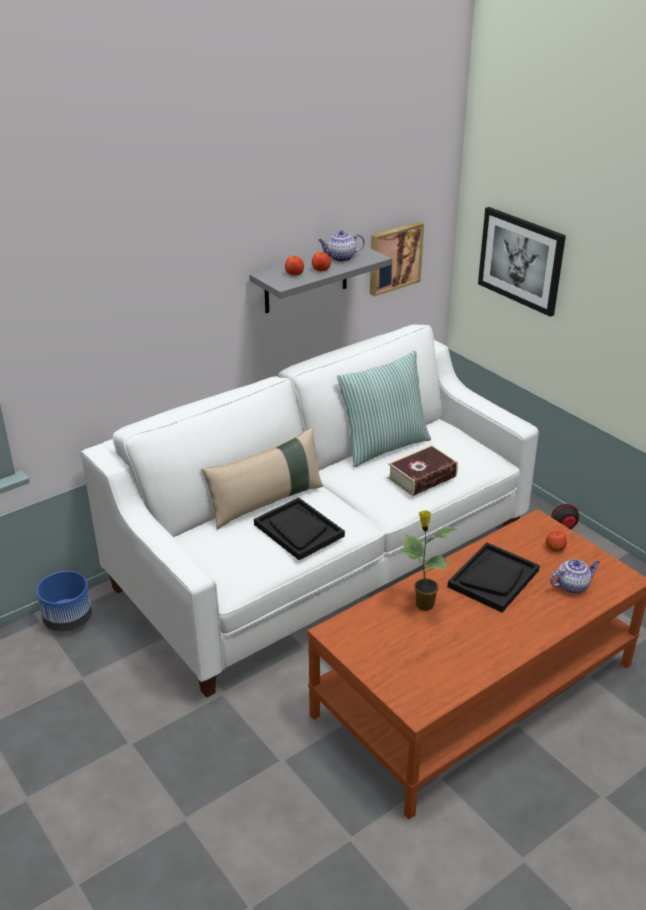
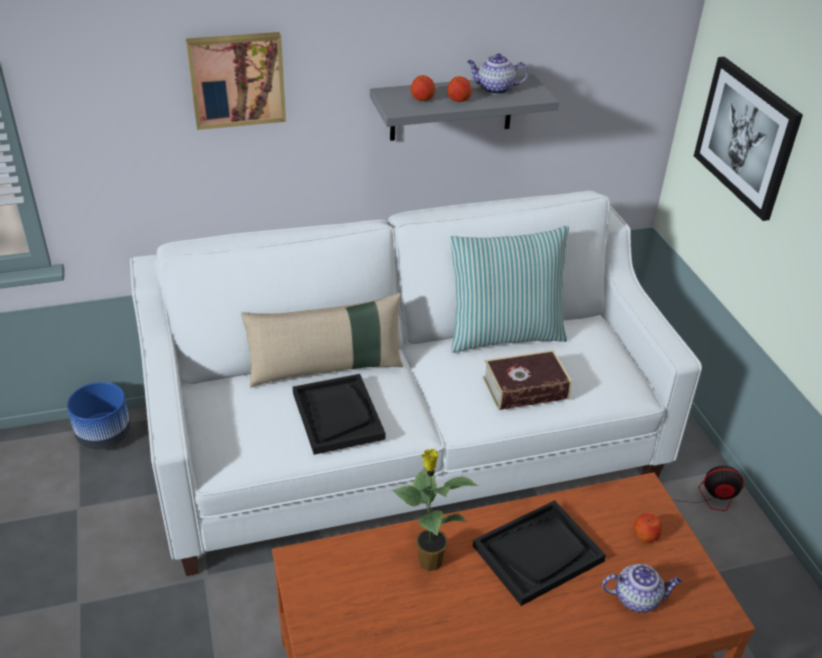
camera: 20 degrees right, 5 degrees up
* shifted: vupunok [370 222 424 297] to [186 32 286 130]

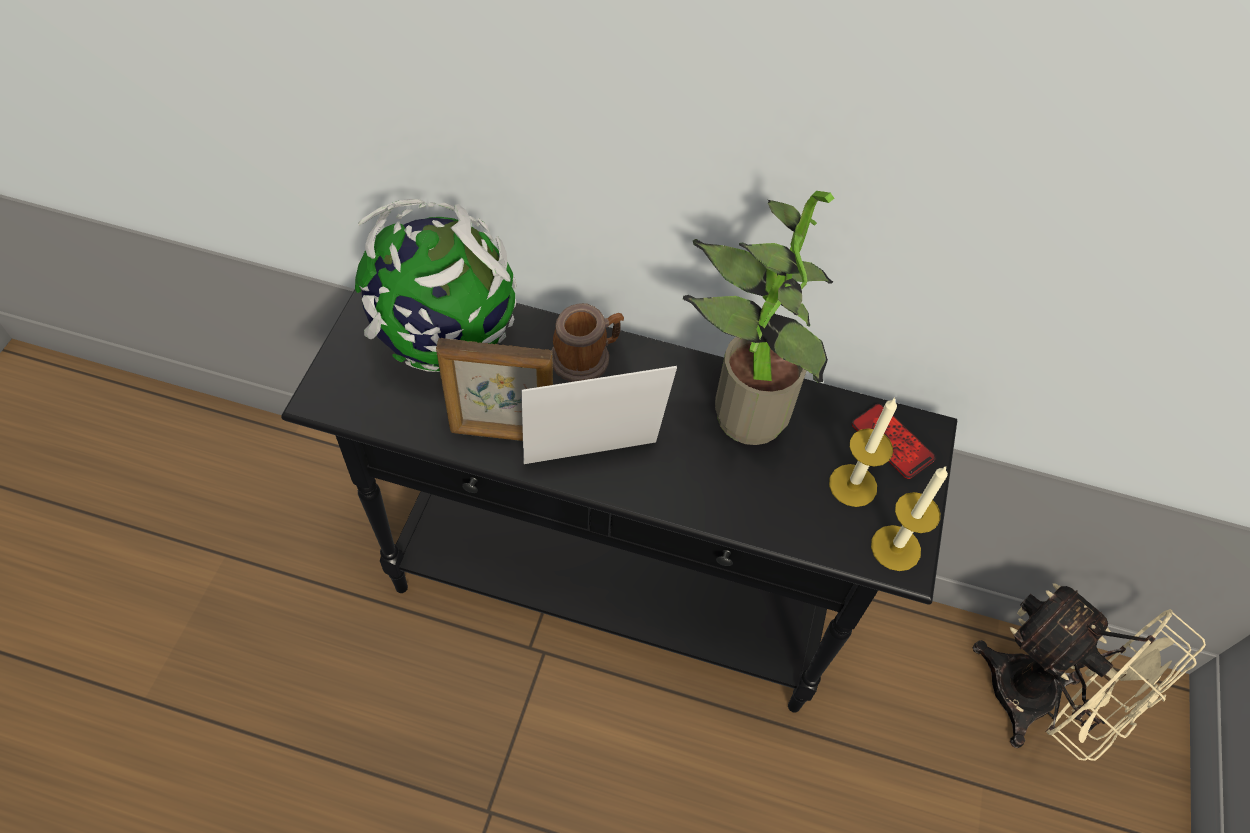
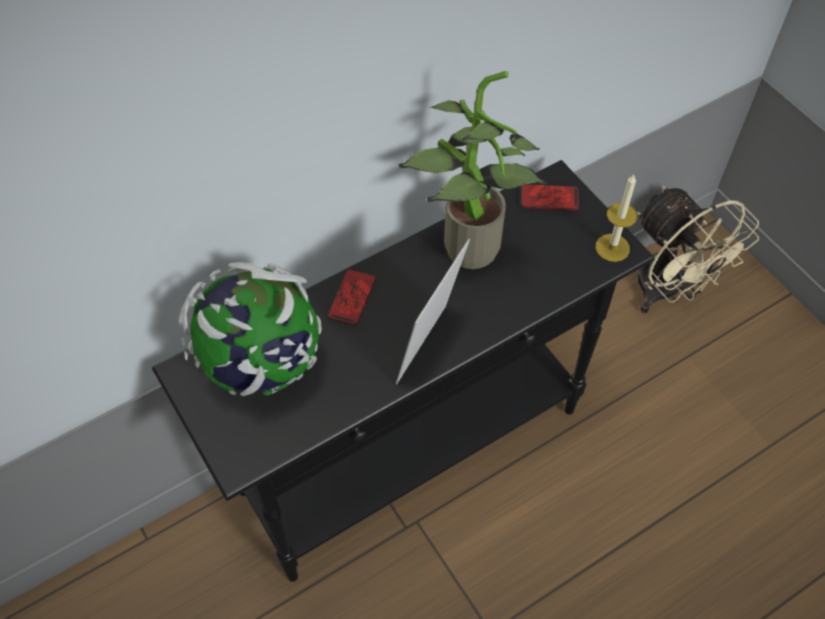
camera: 45 degrees left, 0 degrees up
* gone: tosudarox [436 338 553 441]
* gone: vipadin [829 397 897 507]
* swapped: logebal [551 303 624 382] to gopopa [328 269 376 326]
* rotated: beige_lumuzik [973 583 1206 761] = [637 186 759 314] 60 degrees clockwise

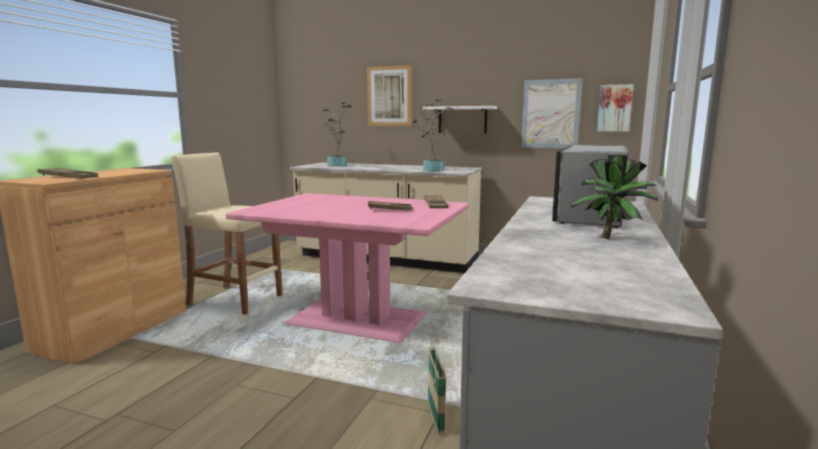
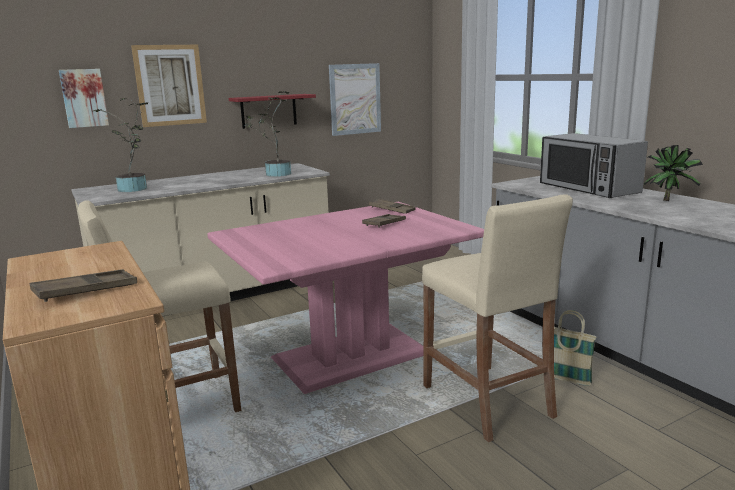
camera: 50 degrees left, 5 degrees up
* new: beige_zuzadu [422 194 573 442]
* shifted: vupunok [597 84 634 132] to [59 69 109 128]
* repainted: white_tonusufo [423 106 497 133] to red_tonusufo [229 94 316 129]

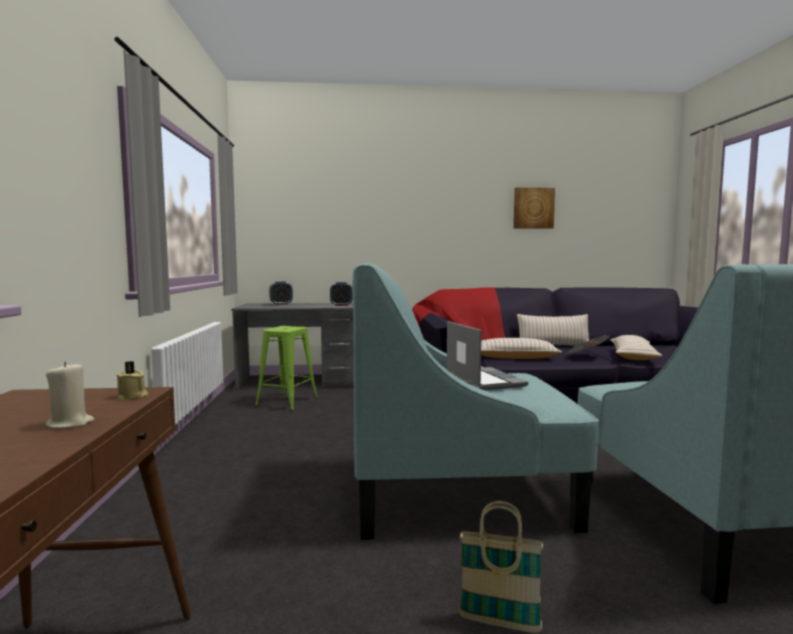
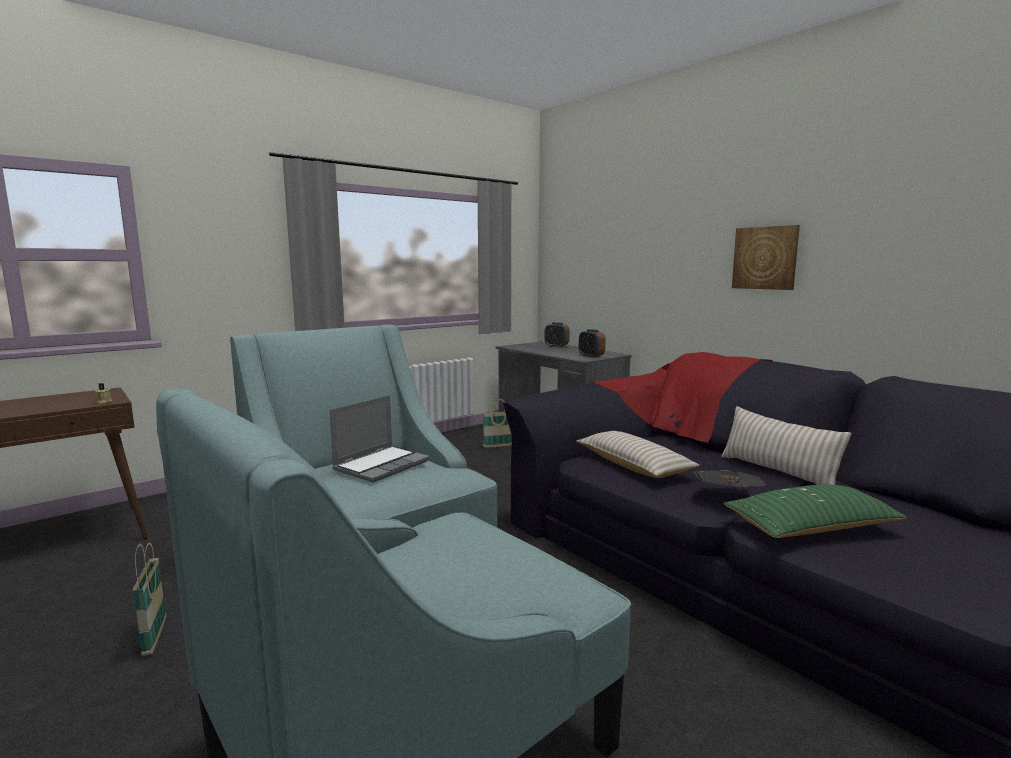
camera: 55 degrees right, 5 degrees up
* gone: beige_vipadin [46 362 95 429]
* shifted: vupunok [514 187 555 229] to [732 225 800 290]
* swapped: green_zuzadu [255 326 318 411] to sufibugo [482 398 512 448]
* repainted: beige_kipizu [610 335 662 360] to green_kipizu [723 484 907 538]

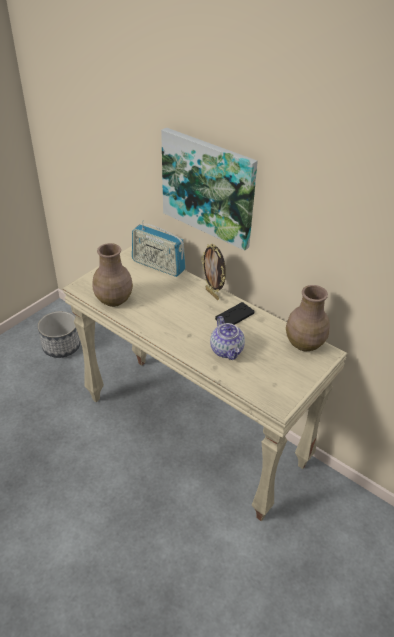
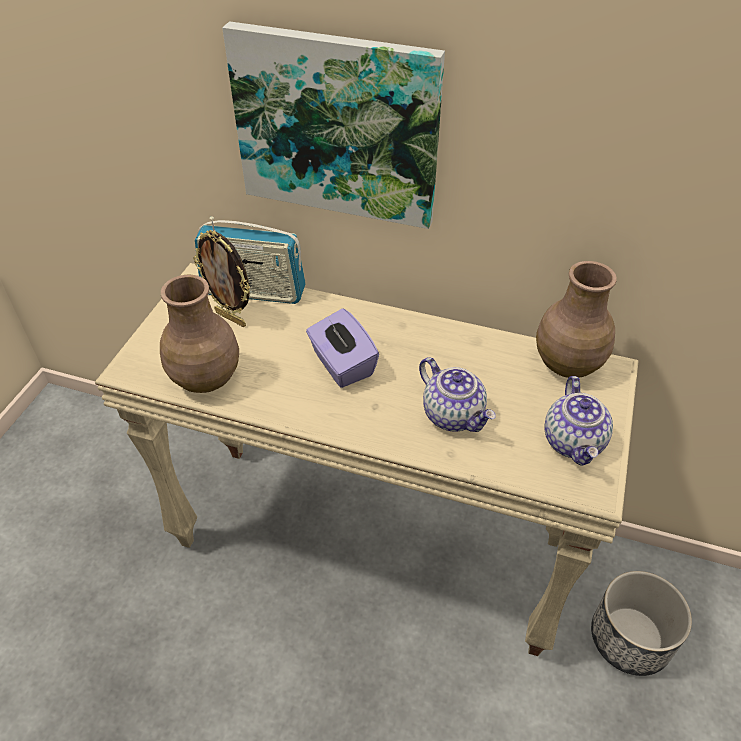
camera: 20 degrees left, 5 degrees up
* gone: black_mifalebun [215 302 254 325]
* new: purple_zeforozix [306 308 379 388]
* new: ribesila [544 376 613 466]
* shifted: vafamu [38 311 80 358] to [591 571 692 676]
* shifted: tosudarox [201 244 226 300] to [193 230 250 327]

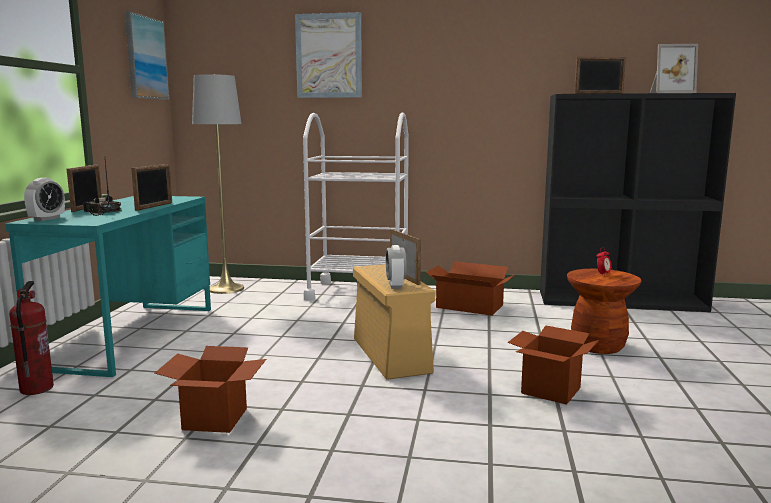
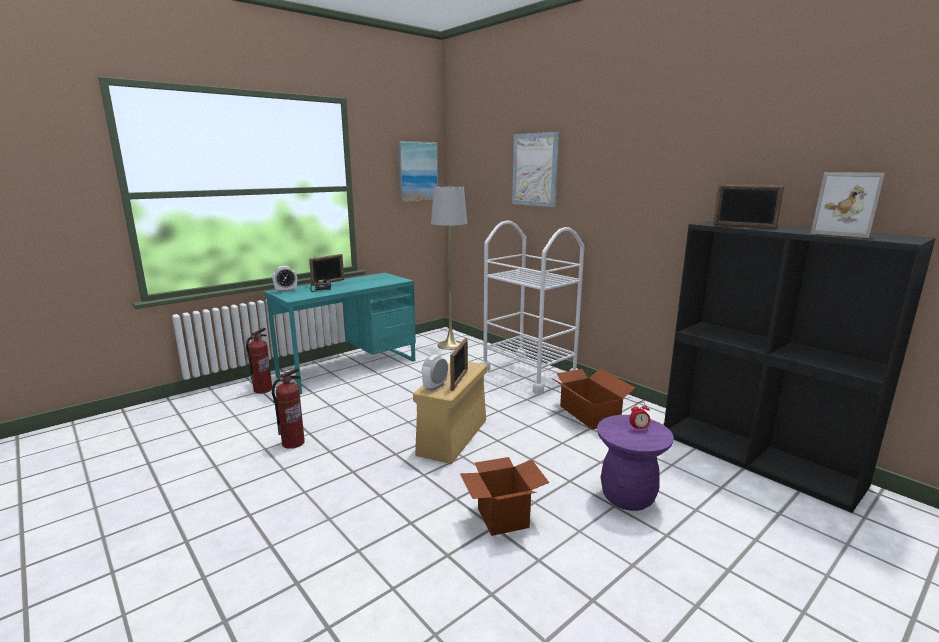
camera: 40 degrees right, 5 degrees up
* gone: tosudarox [131 164 172 211]
* swapped: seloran [154 346 266 433] to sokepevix [272 368 305 449]
* repainted: brown_zuzadu [567 269 641 354] to purple_zuzadu [597 415 674 511]

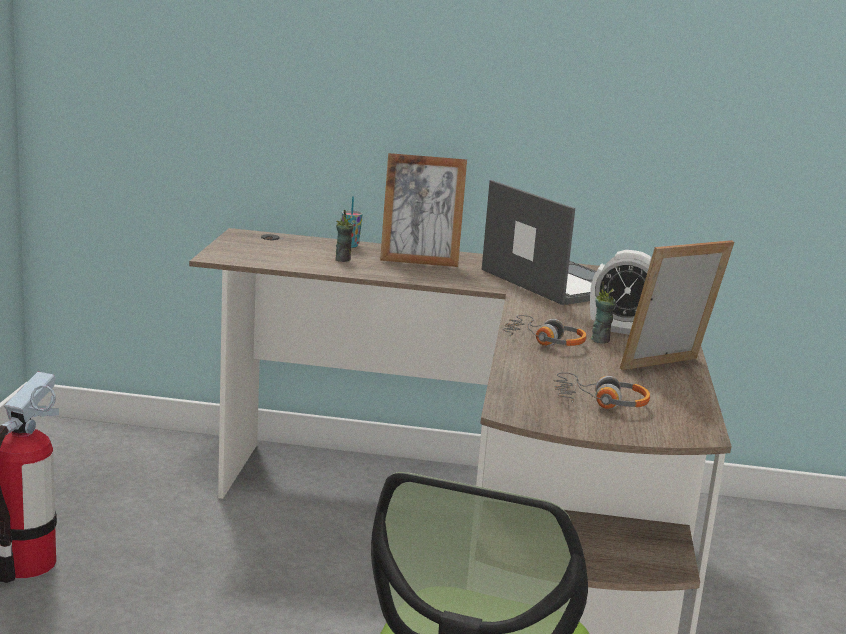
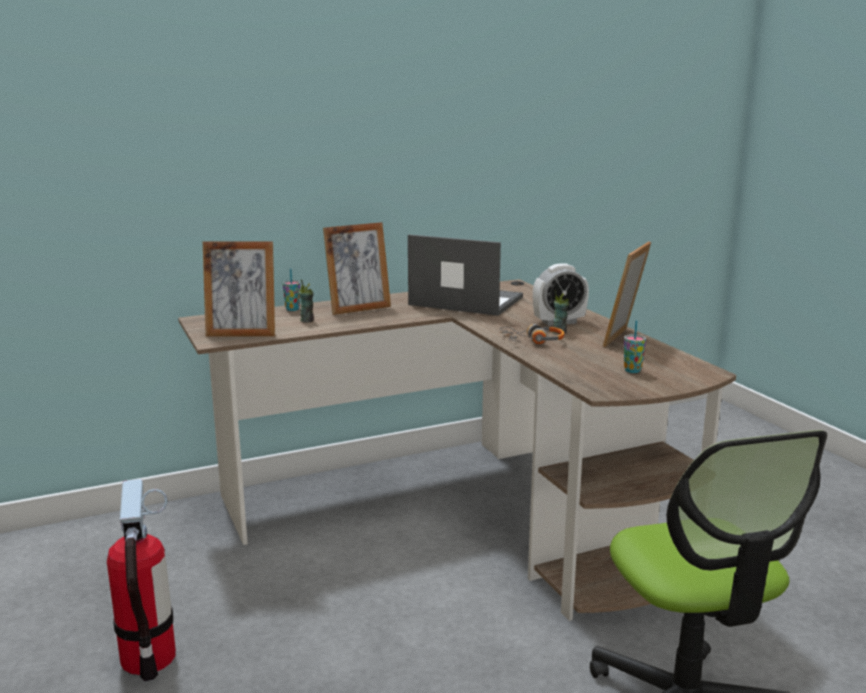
camera: 30 degrees left, 0 degrees up
* new: tosudarox [203 242 275 336]
* swapped: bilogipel [553 372 650 409] to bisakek [624 321 646 373]

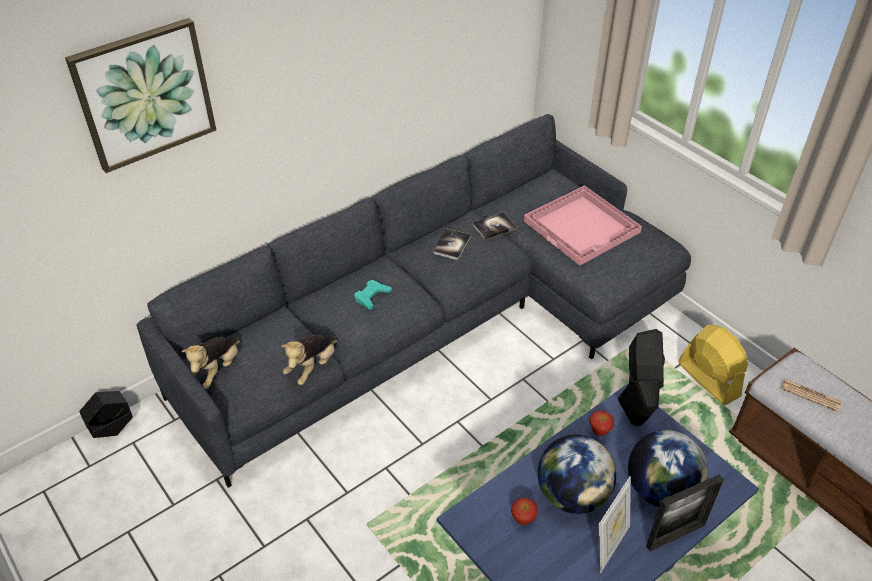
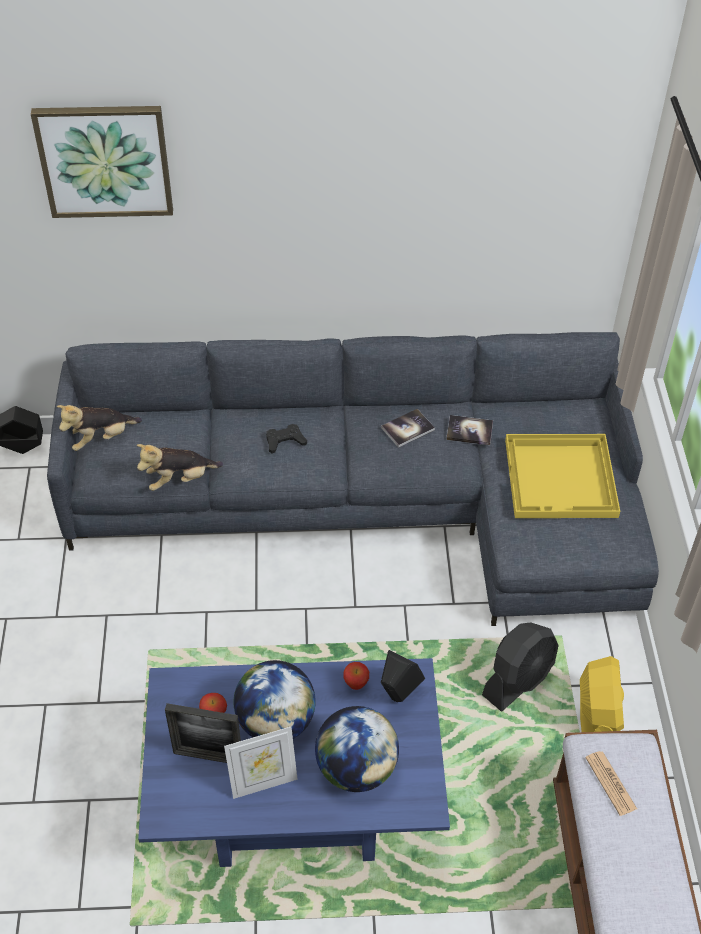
camera: 35 degrees right, 5 degrees up
* shifted: tosudarox [646 474 724 551] to [165 703 241 763]
* repainted: turquoise_mifalebun [354 280 392 309] to black_mifalebun [266 424 307 453]
* repainted: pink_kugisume [524 185 642 266] to yellow_kugisume [505 434 620 518]

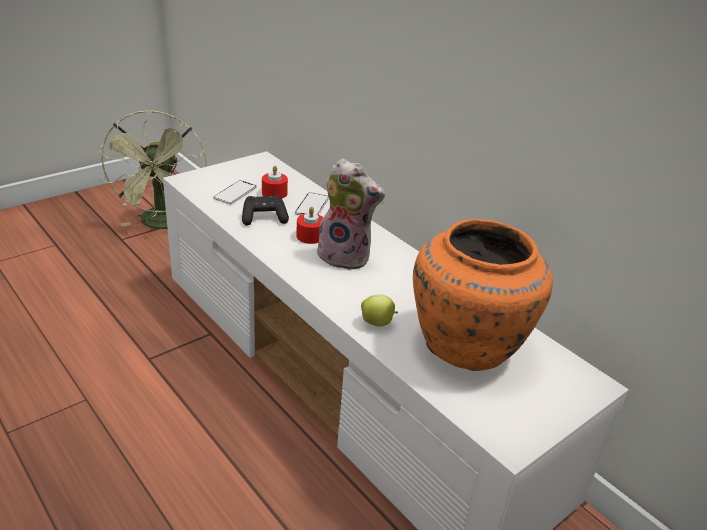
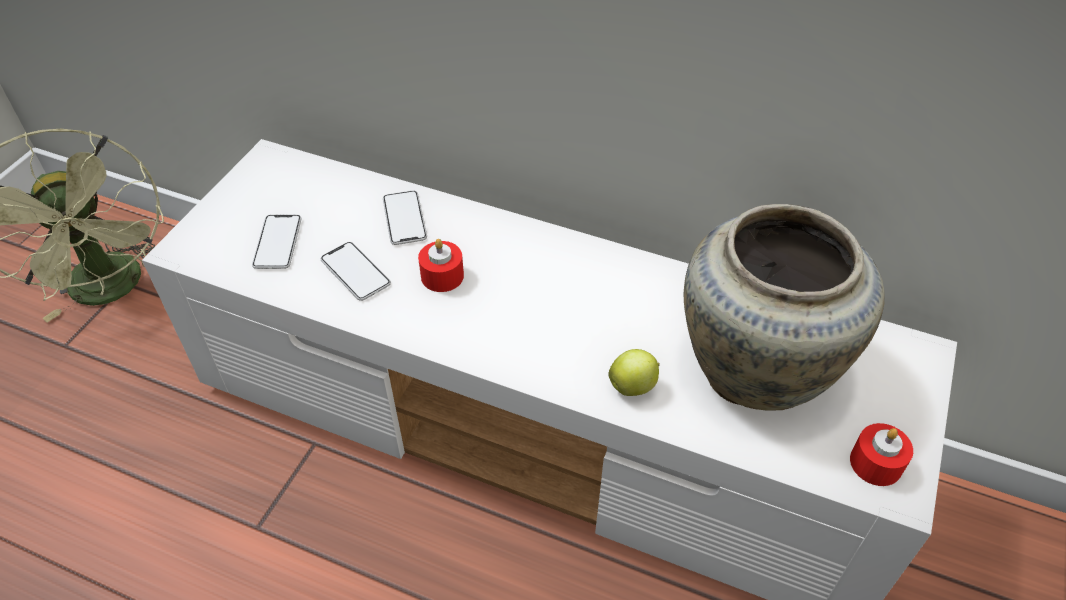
camera: 25 degrees left, 15 degrees up
* gone: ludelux [314 158 385 271]
* shifted: red_vipadin [262 166 288 198] to [850 423 913 486]
* swapped: black_mifalebun [242 195 289 226] to gopopa [321 242 391 301]
* repainted: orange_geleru [413 219 553 371] to beige_geleru [684 204 885 411]

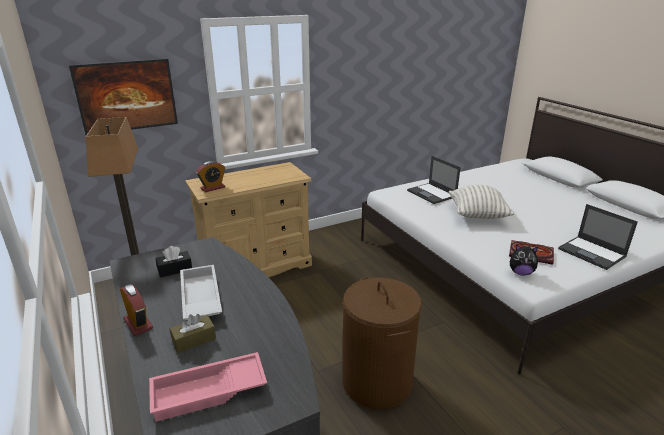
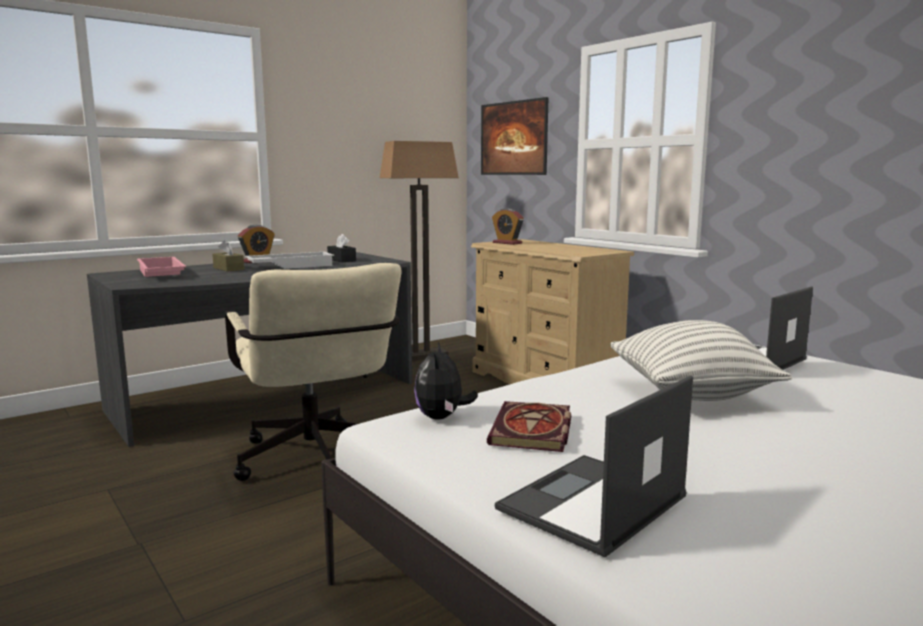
camera: 80 degrees right, 15 degrees down
* swapped: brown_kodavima [342 277 422 409] to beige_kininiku [225 263 401 481]

